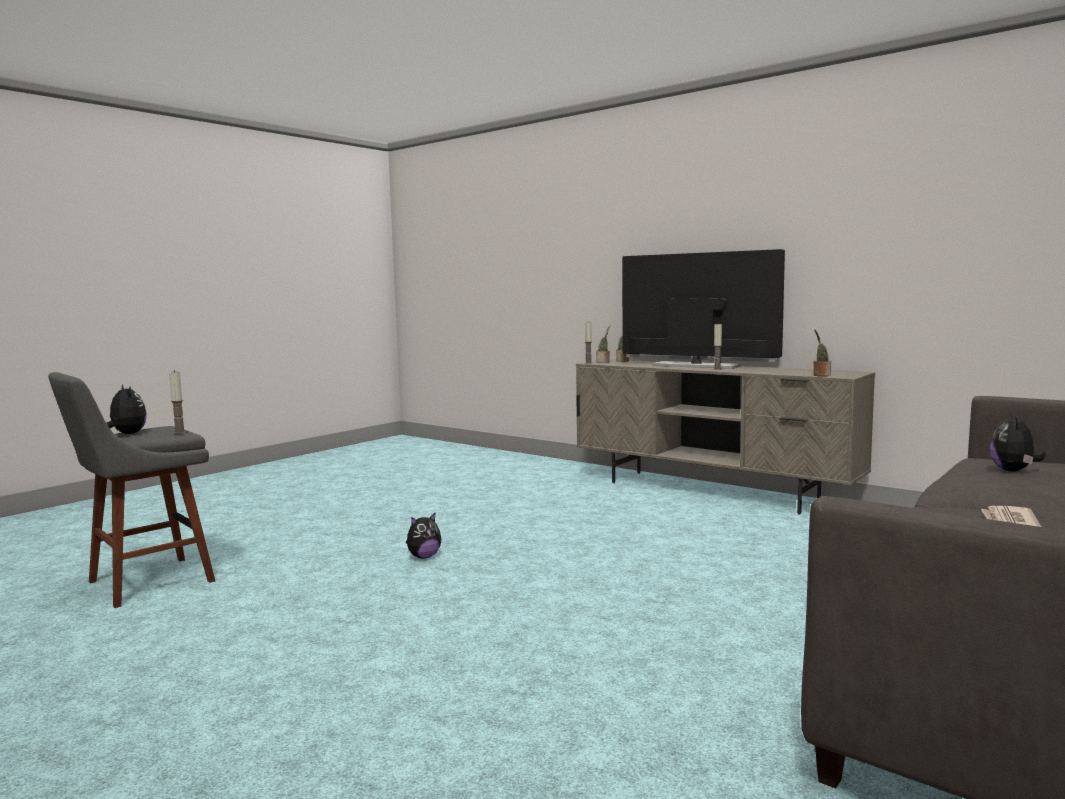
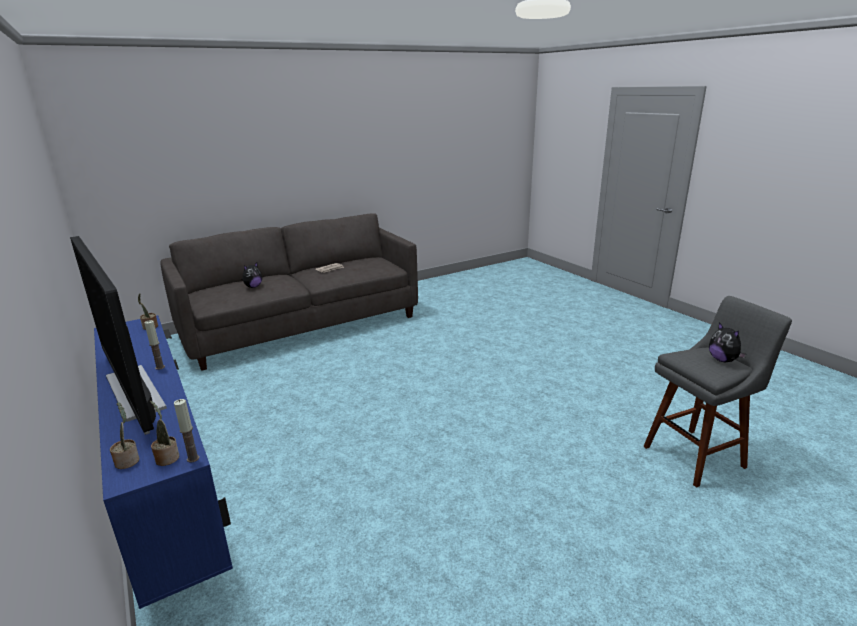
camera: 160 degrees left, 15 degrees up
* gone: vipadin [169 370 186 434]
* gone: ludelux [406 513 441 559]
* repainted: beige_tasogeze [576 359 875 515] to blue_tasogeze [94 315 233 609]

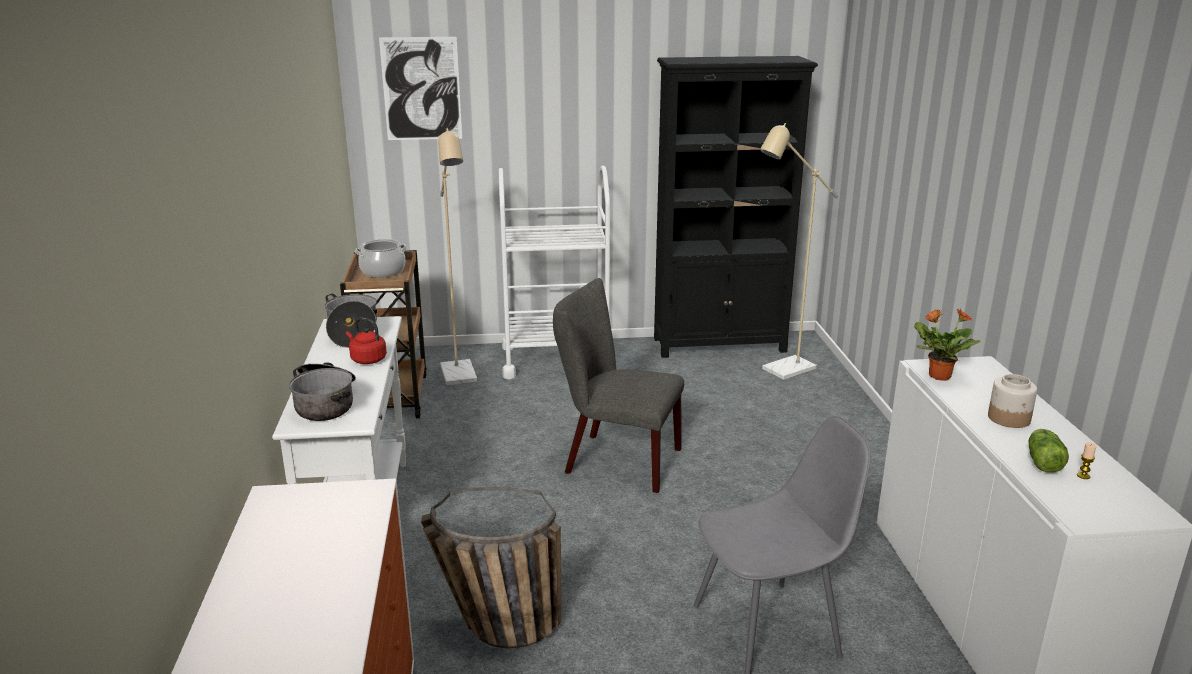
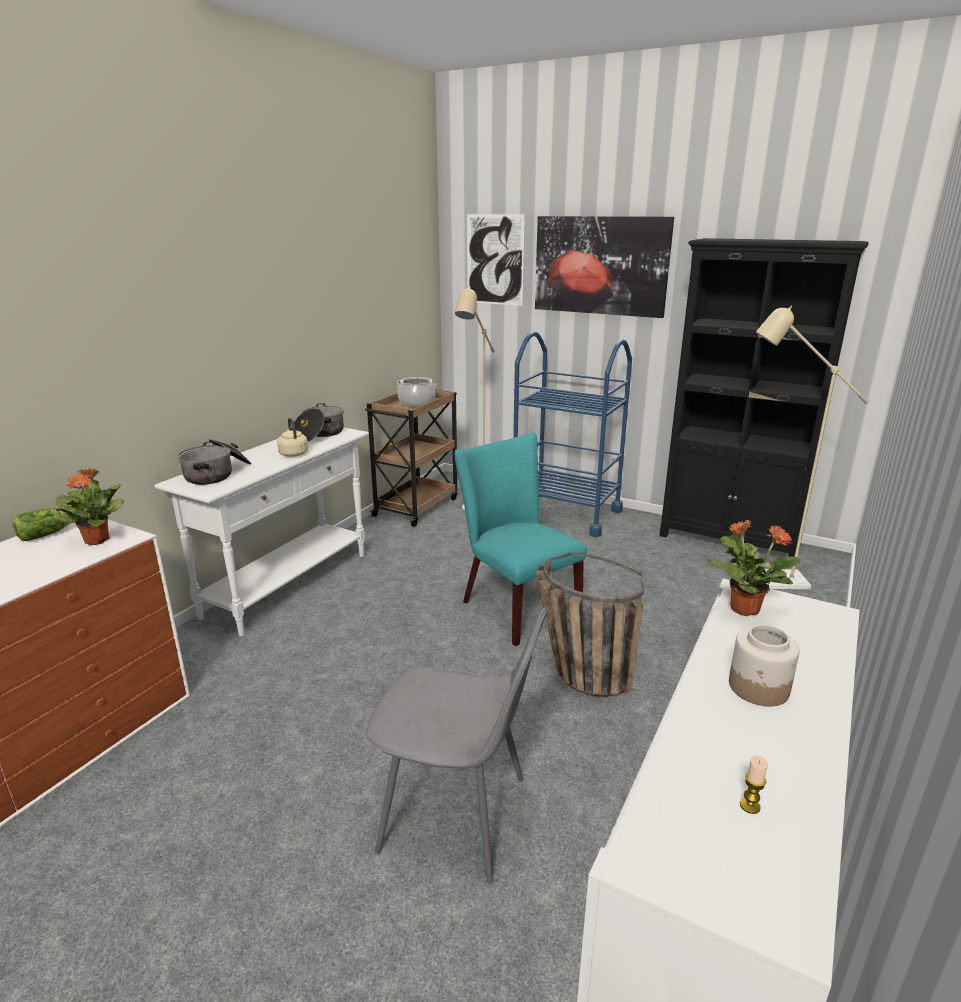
camera: 35 degrees right, 0 degrees up
* new: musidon [52 468 124 545]
* new: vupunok [535 216 674 318]
* shifted: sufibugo [421 487 562 648] to [536 553 644 697]
* shifted: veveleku [1029 429 1069 473] to [13 508 70 541]
* repainted: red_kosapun [346 318 387 364] to beige_kosapun [277 418 308 457]
* repainted: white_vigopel [498 166 610 379] to blue_vigopel [513 332 632 537]
* repainted: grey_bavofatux [553 278 684 493] to turquoise_bavofatux [454 432 587 646]

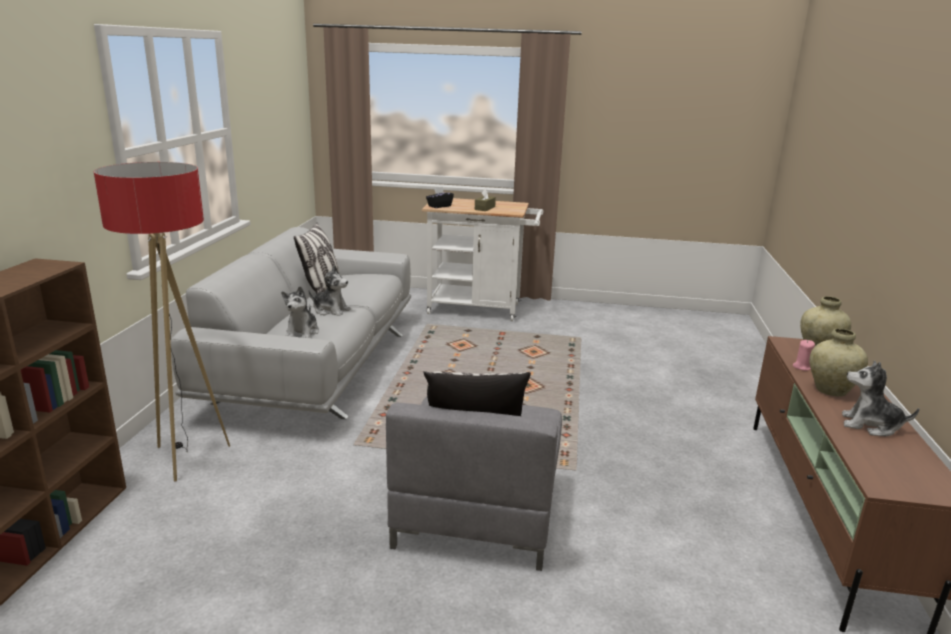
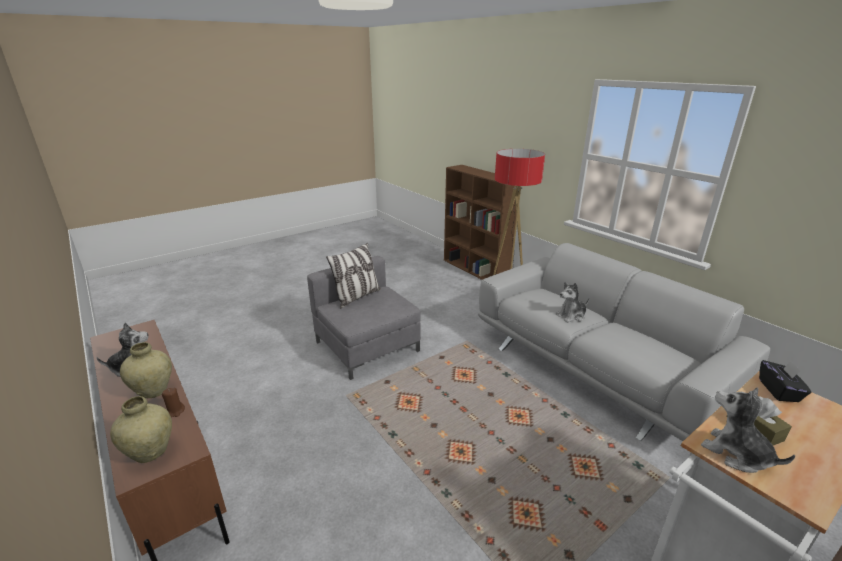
camera: 135 degrees right, 5 degrees up
* gone: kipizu [294 222 339 294]
* shifted: ludelux [281 286 319 338] to [701 387 795 473]
* repainted: pink_vipadin [793 340 815 371] to brown_vipadin [162 388 185 417]

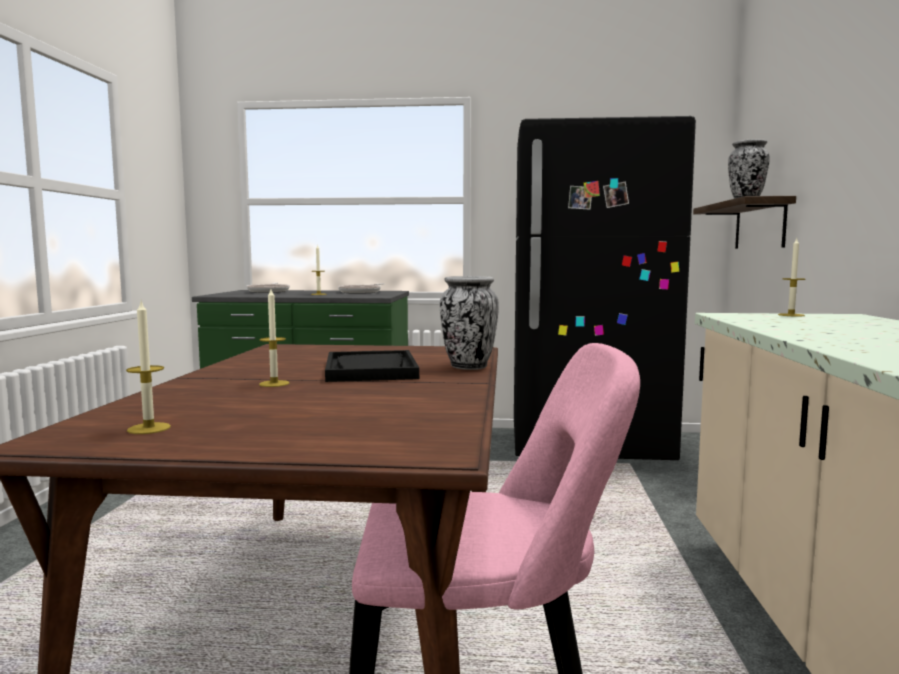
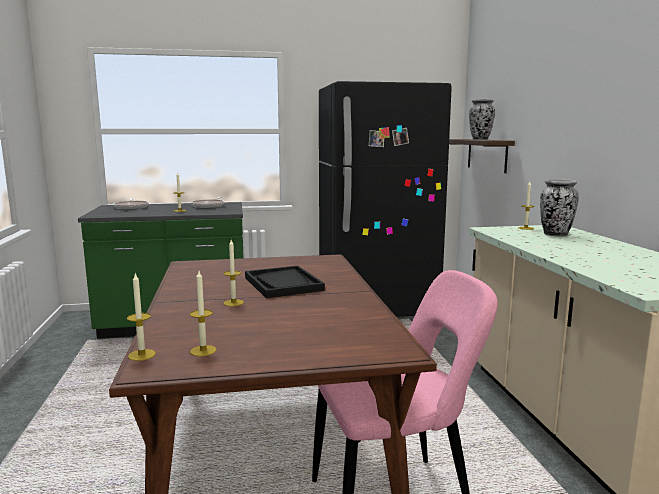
camera: 15 degrees left, 5 degrees up
* new: vipadin [127 274 156 361]
* shifted: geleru [440 276 499 370] to [540 179 579 236]

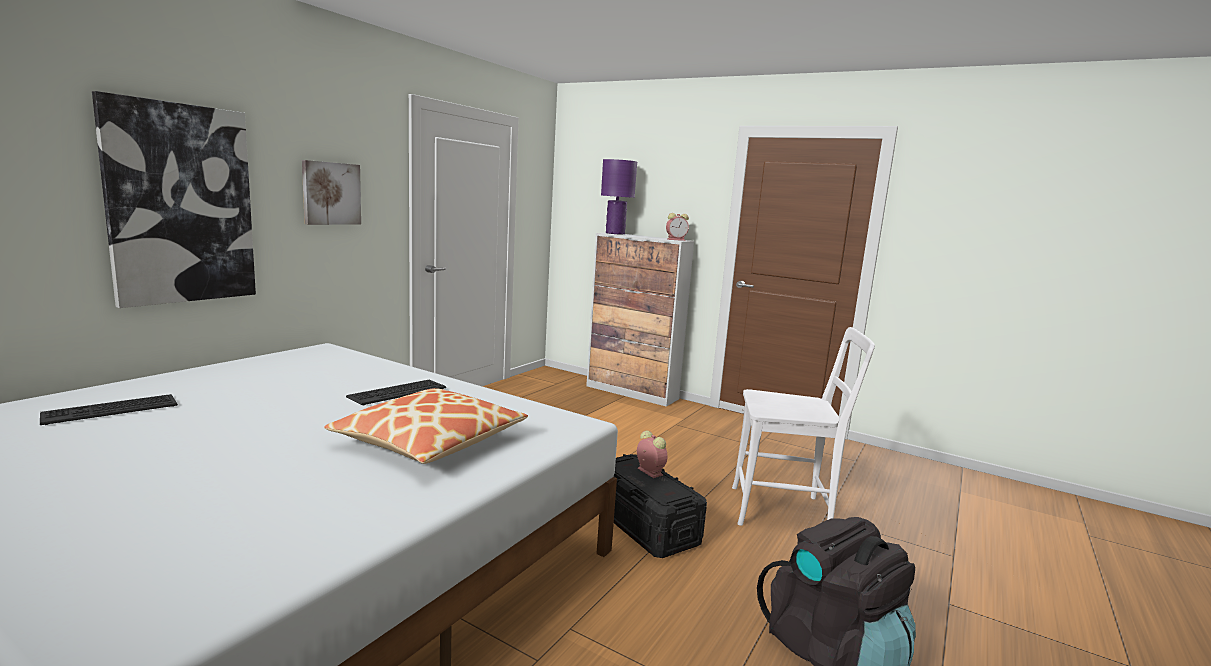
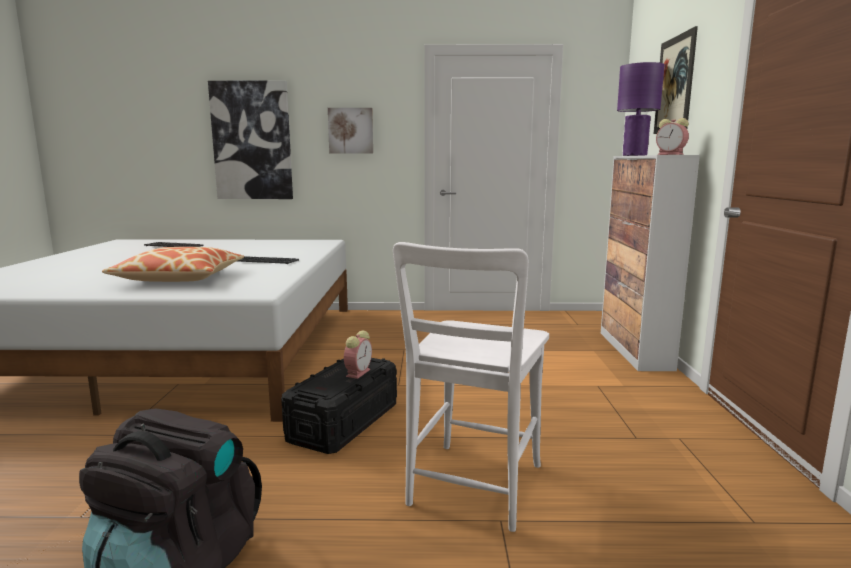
camera: 60 degrees right, 0 degrees up
* new: vupunok [654 26 698 134]
* rotated: white_bavofatux [732 327 875 526] = [393 242 549 532] 45 degrees clockwise

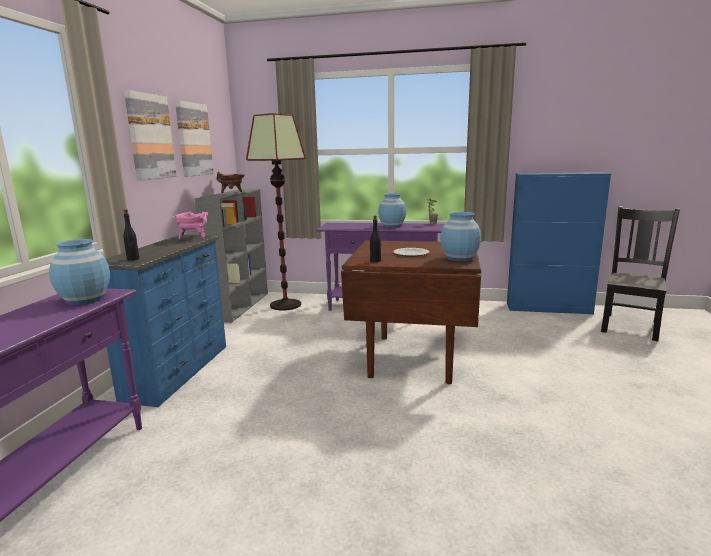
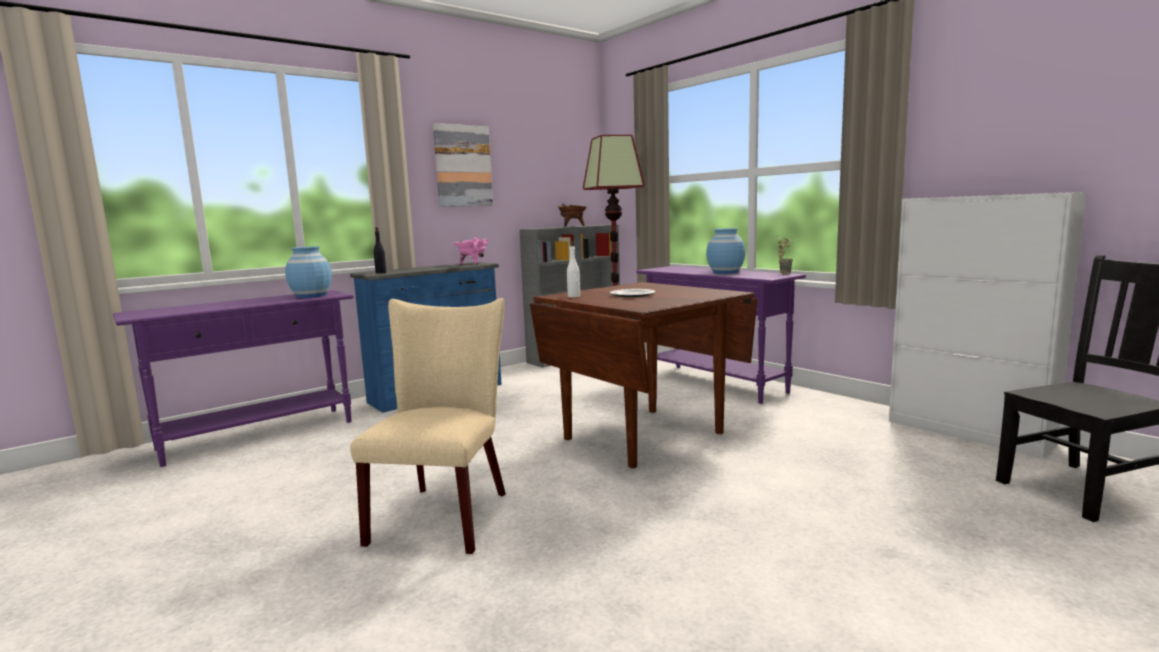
camera: 40 degrees right, 5 degrees down
* gone: vupunok [175 100 214 177]
* gone: blue_geleru [440 212 481 261]
* new: beige_bavofatux [350 298 506 554]
* repainted: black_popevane [370 216 381 262] to white_popevane [567 242 580 297]
* repainted: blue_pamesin [507 172 611 314] to white_pamesin [889 192 1086 458]

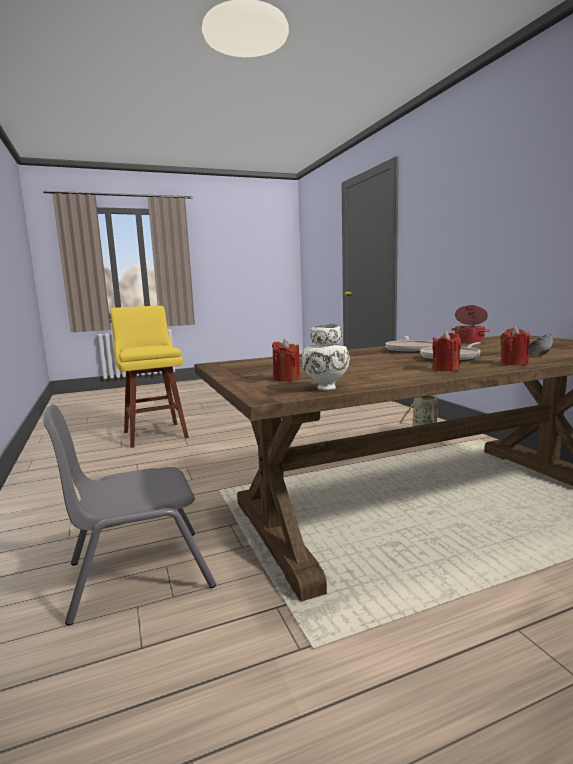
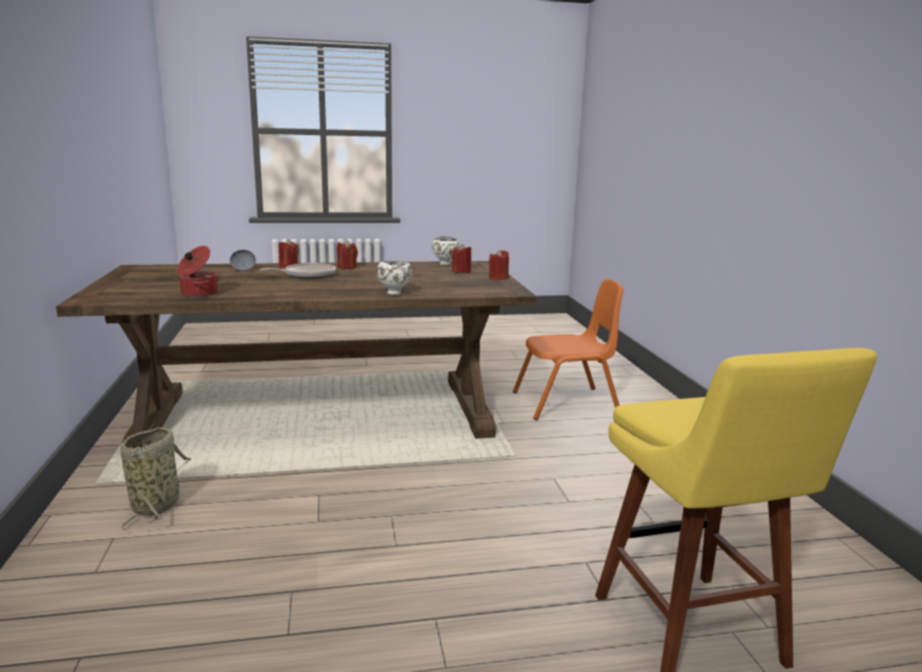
camera: 170 degrees left, 5 degrees up
* gone: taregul [385 336 433 353]
* new: red_vipadin [489 249 509 280]
* repainted: grey_bavofatux [43 404 216 626] to orange_bavofatux [513 279 624 420]

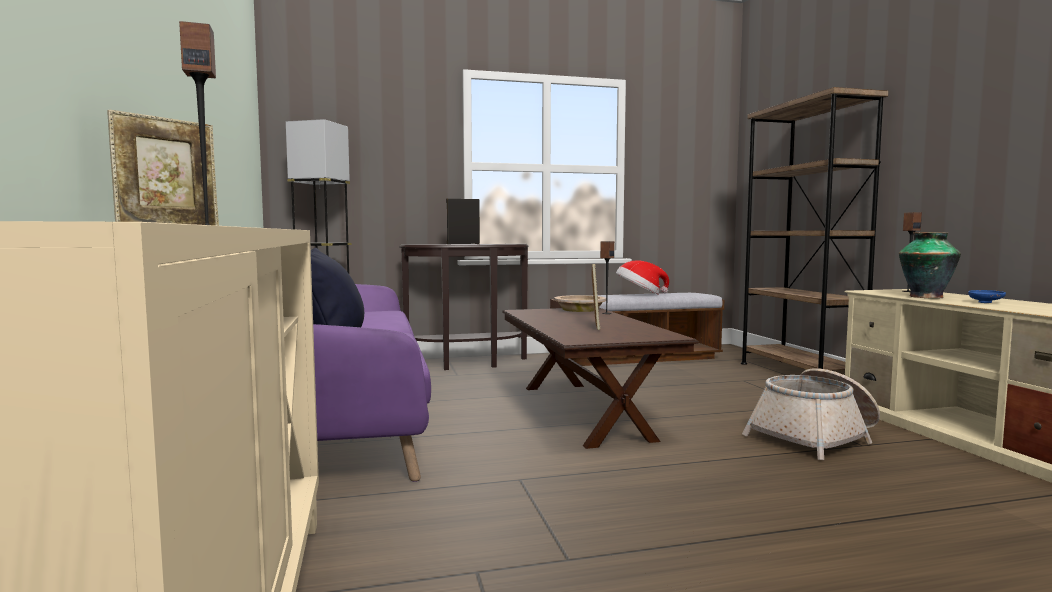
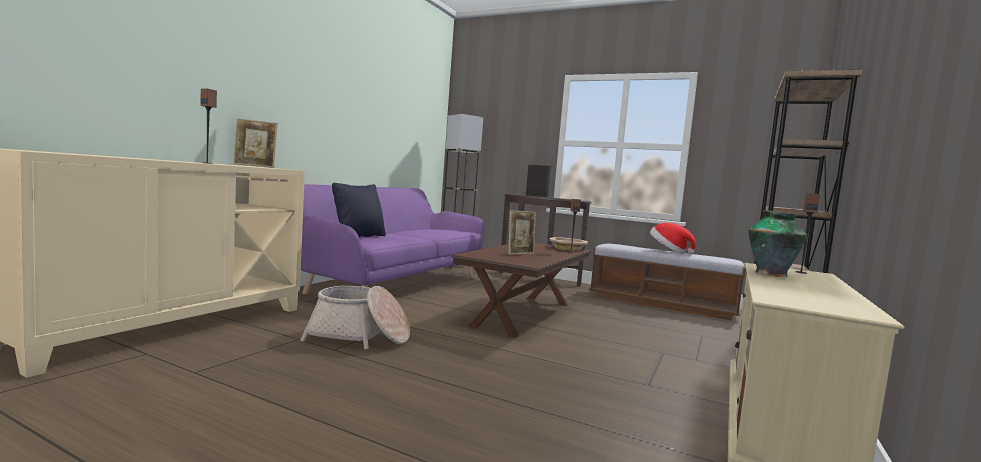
camera: 40 degrees right, 0 degrees up
* gone: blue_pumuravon [968 290 1006 303]
* shifted: sufibugo [742 368 880 460] to [300 286 410 349]

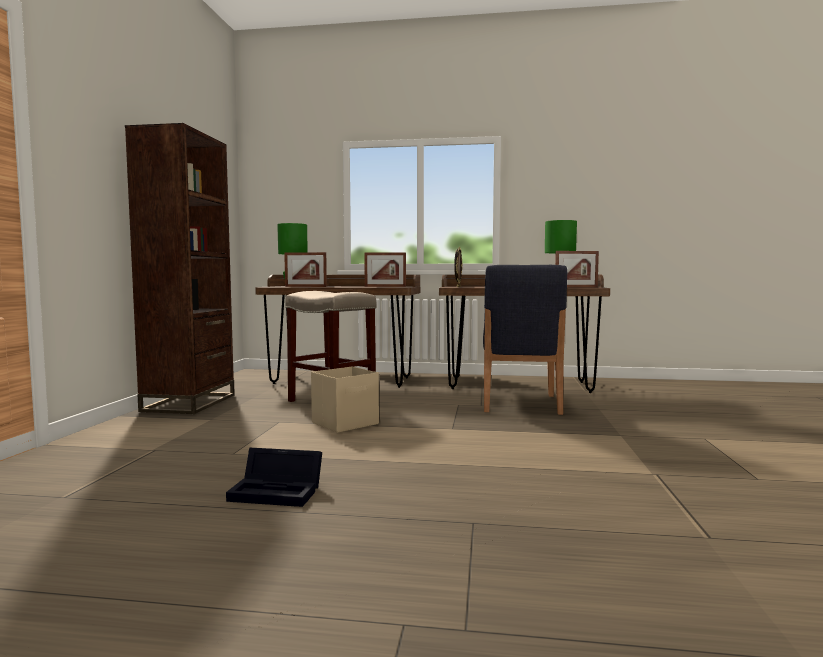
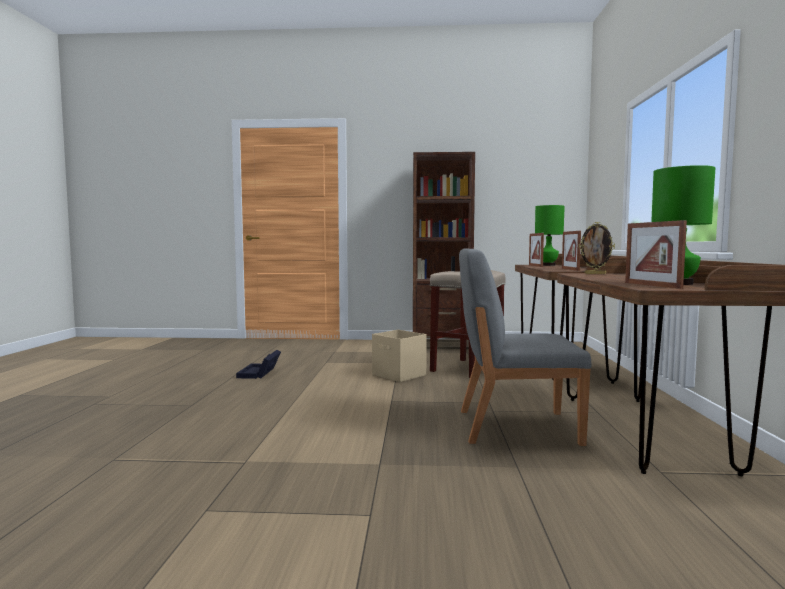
camera: 85 degrees right, 0 degrees up
* repainted: blue_bavofatux [483 265 567 415] to grey_bavofatux [459 248 592 446]

